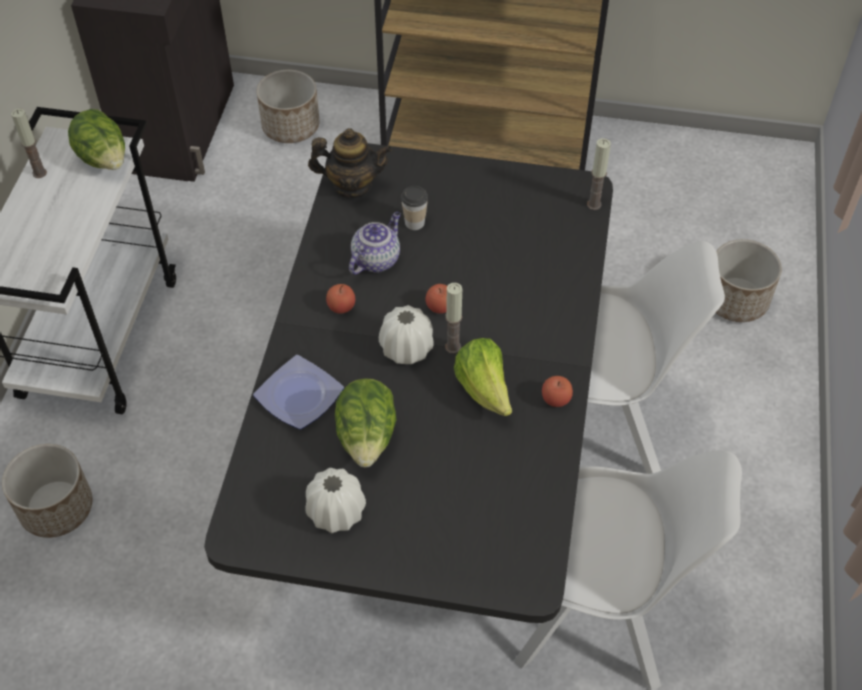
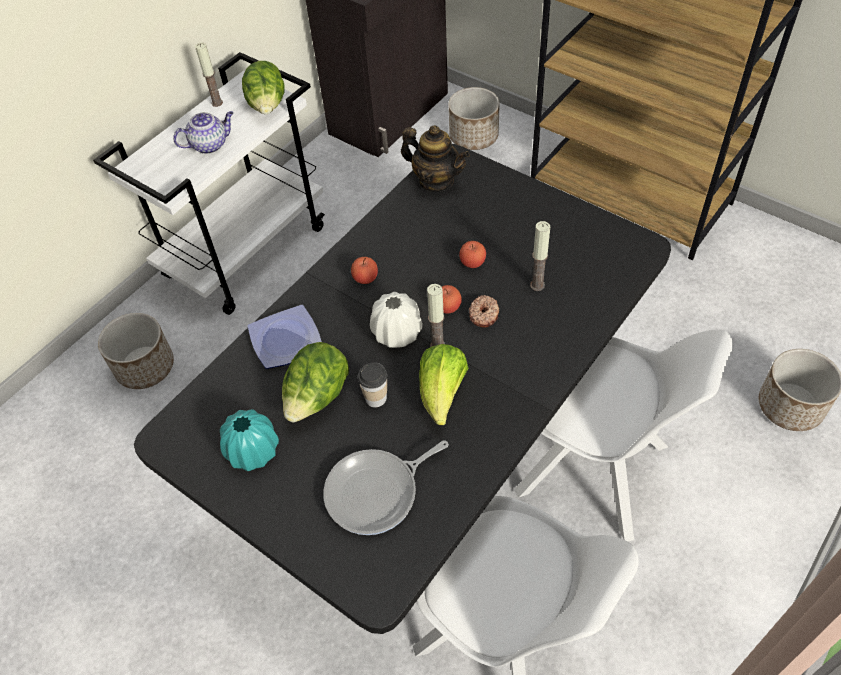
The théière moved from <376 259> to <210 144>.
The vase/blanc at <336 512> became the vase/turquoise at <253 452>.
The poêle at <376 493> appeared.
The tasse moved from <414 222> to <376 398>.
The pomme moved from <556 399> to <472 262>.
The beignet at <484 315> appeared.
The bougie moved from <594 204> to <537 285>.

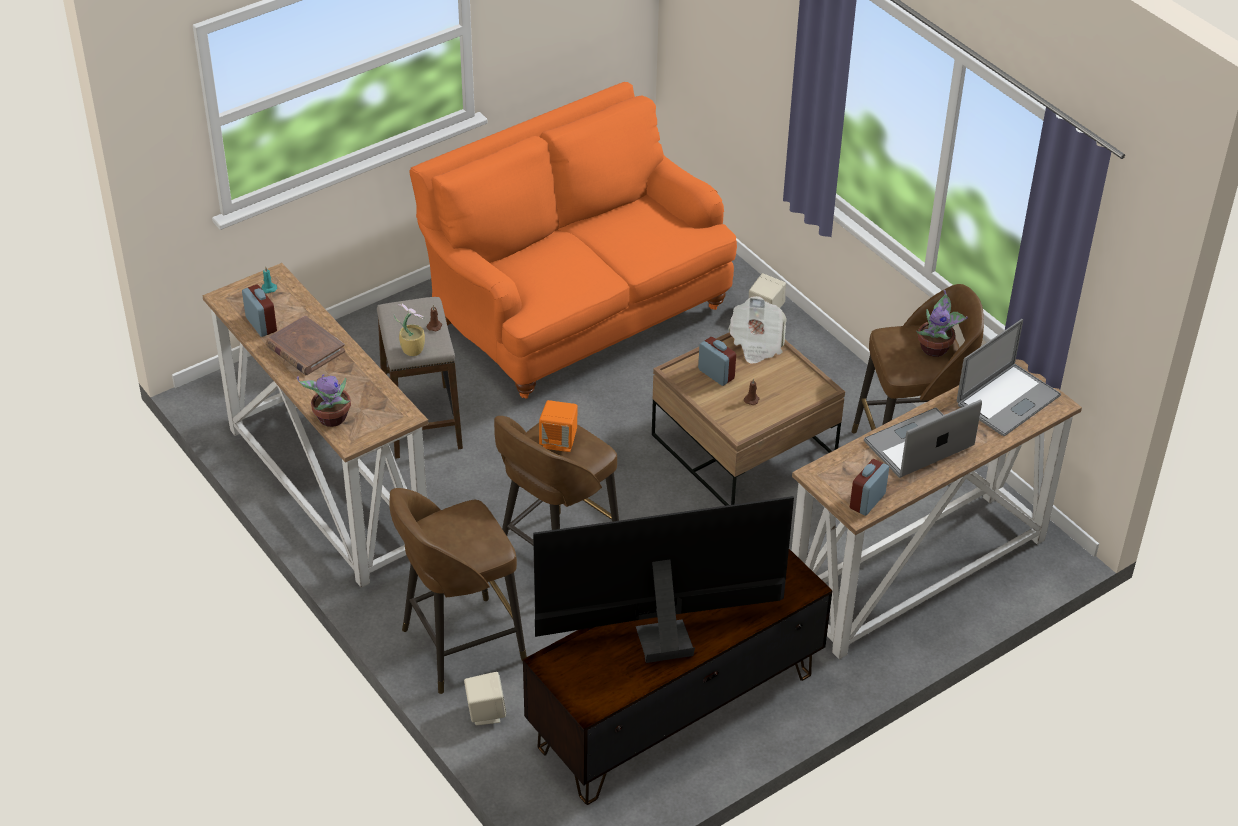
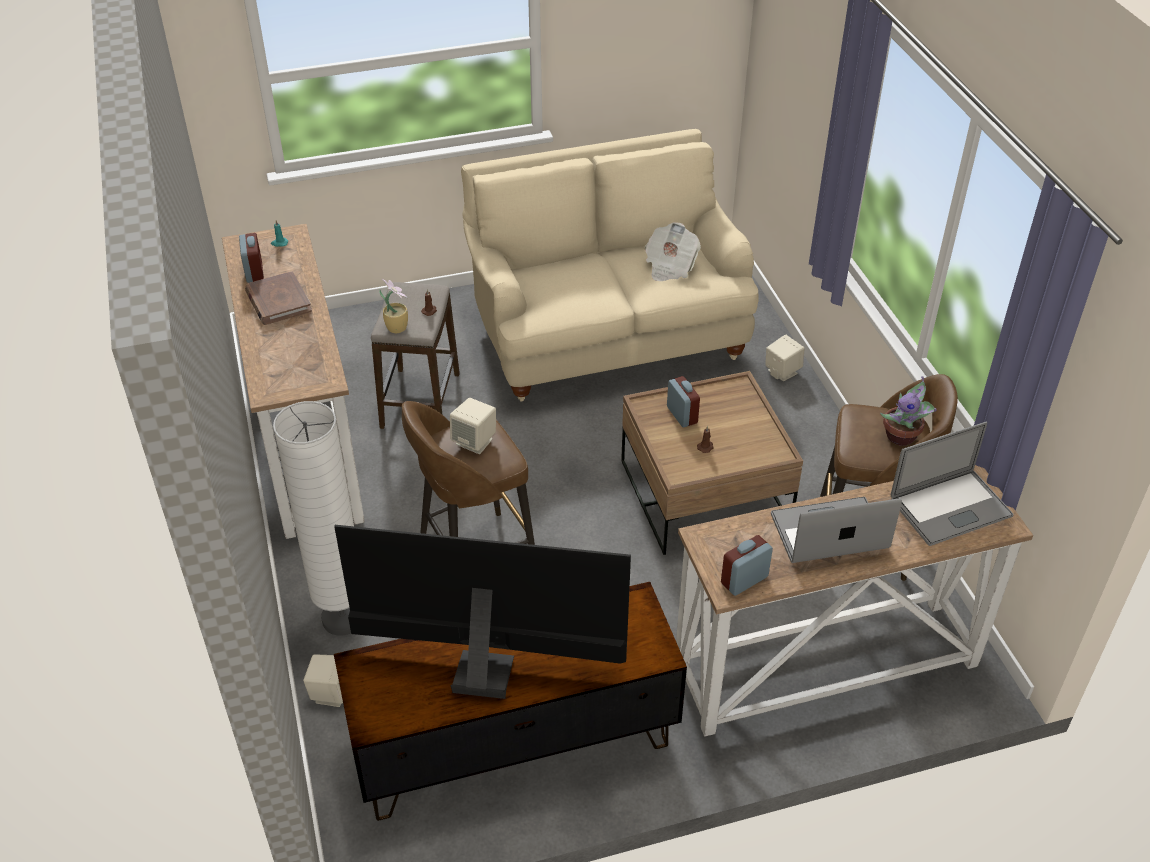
The tabouret/marron at <459 646> was replaced by the lampadaire/blanc at <342 619>.
The enceinte/orange at <559 441> became the enceinte/beige at <475 441>.
The canapé/orange at <576 311> became the canapé/beige at <606 334>.
The journal moved from <756 343> to <670 266>.
The plante en pot at <331 419> disappeared.

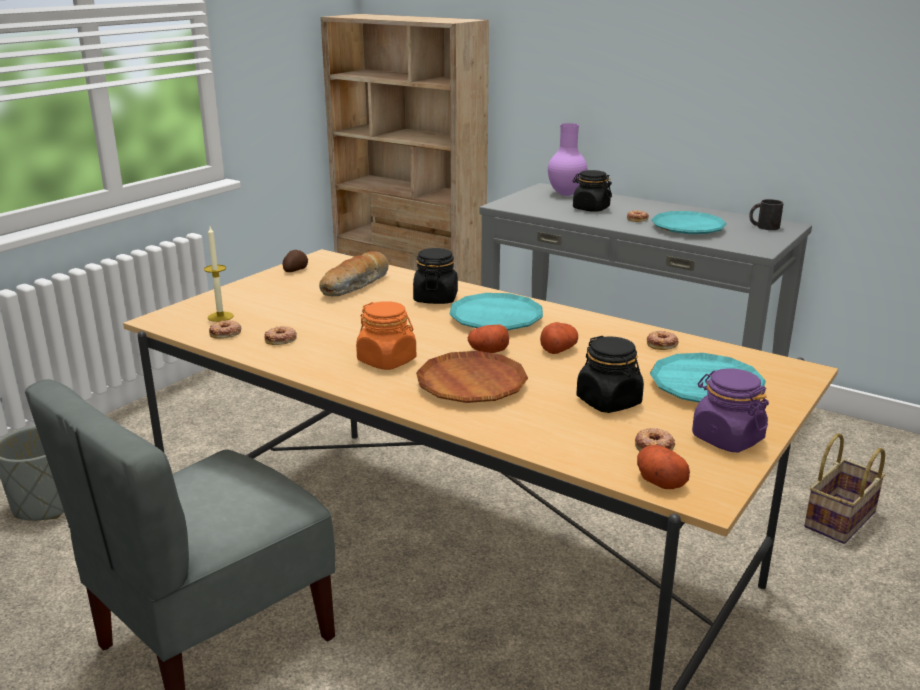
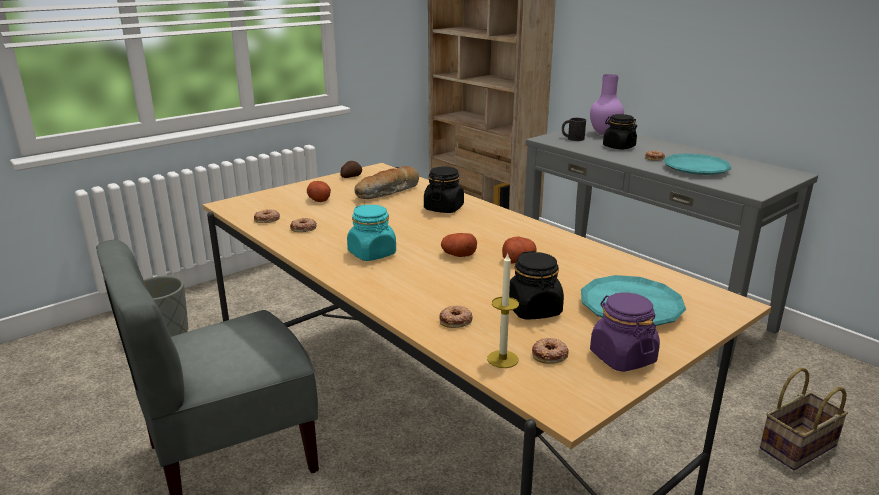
The pomme de terre moved from <659 481> to <319 199>.
The bocal/orange at <387 361> became the bocal/turquoise at <372 254>.
The beignet moved from <662 344> to <456 320>.
The bougie moved from <220 316> to <502 359>.
The mug/noir moved from <763 227> to <572 138>.
The assiette/marron at <471 384> disappeared.
The assiette/turquoise at <496 319> disappeared.

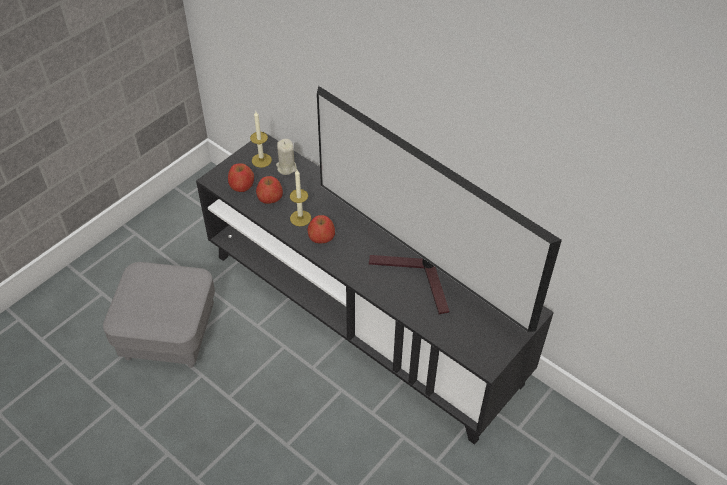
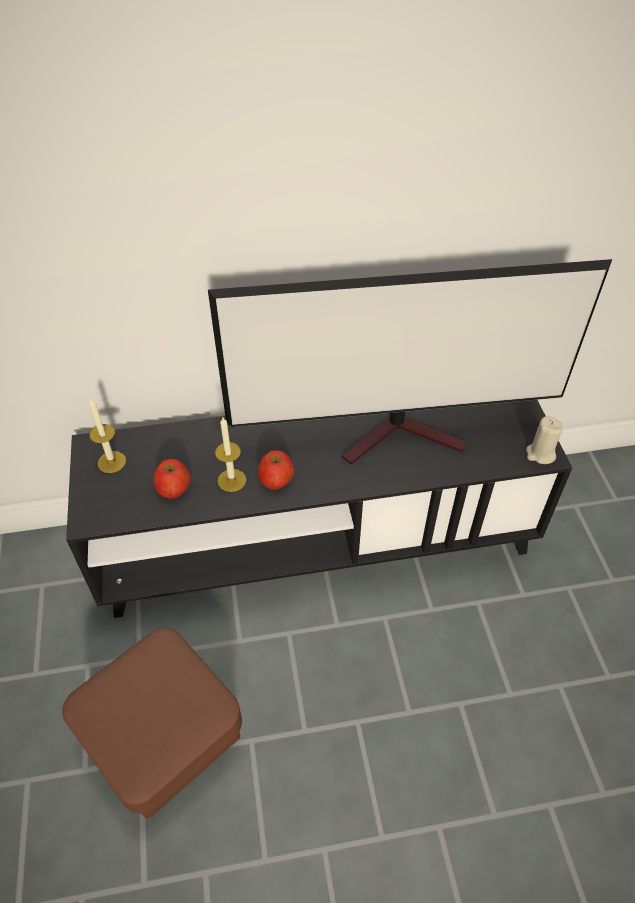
The pouf/gris at <169 335> became the pouf/marron at <165 740>.
The bougie/beige moved from <286 167> to <540 454>.
The pomme at <241 185> disappeared.

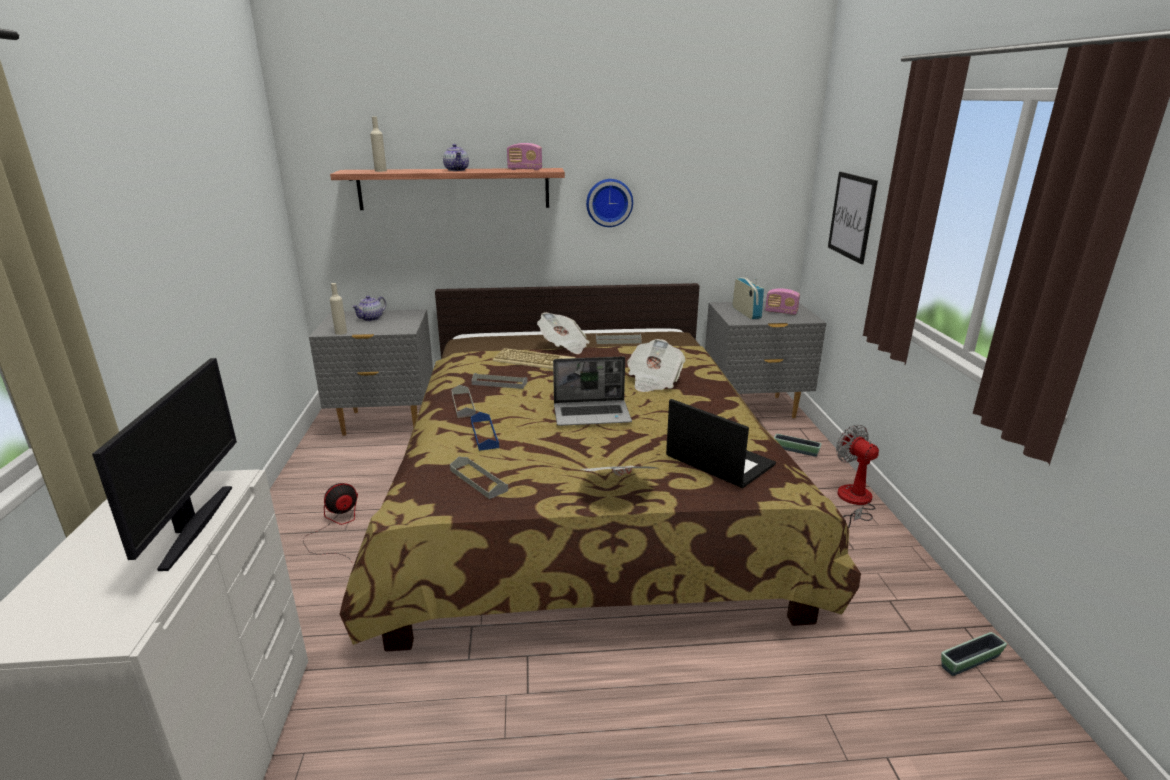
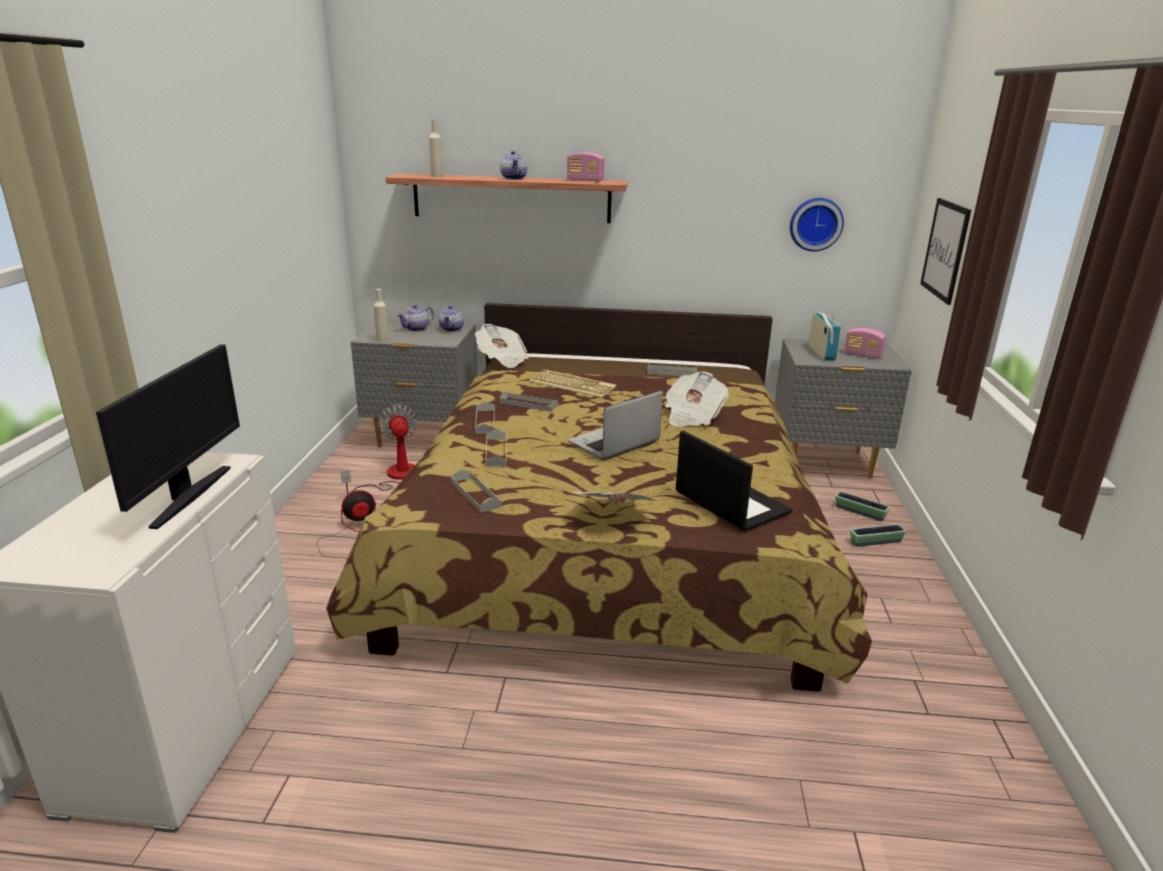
The ventilateur moved from <853 502> to <393 477>.
The théière at <452 329> appeared.
The journal moved from <564 346> to <502 360>.
The plateau/bleu at <484 434> became the plateau/gris at <496 452>.
The ordinateur portable at <592 414> turned 135 degrees clockwise.
The horloge murale moved from <609 202> to <815 224>.
The cache-pot moved from <970 661> to <875 542>.

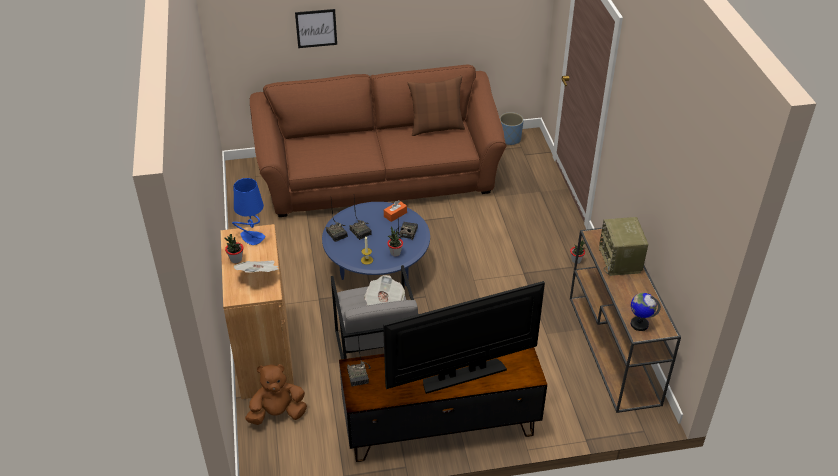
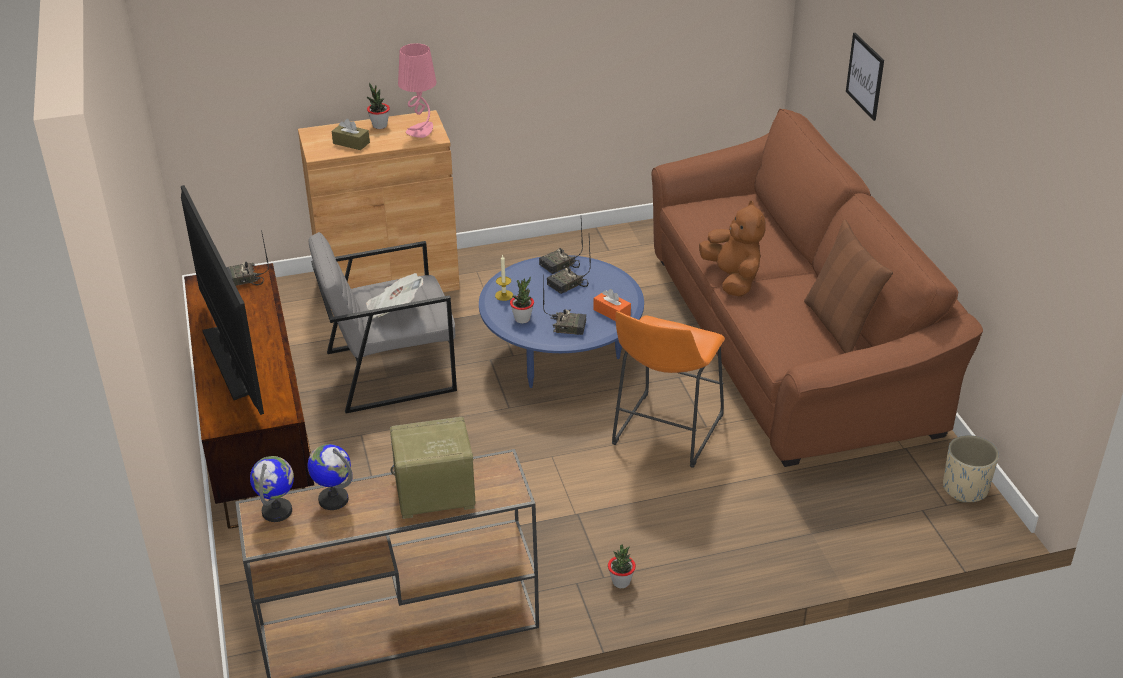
The globe at <333 499> appeared.
The journal at <259 274> was replaced by the boîte à mouchoirs/marron at <351 143>.
The lampe de table/bleu at <252 238> became the lampe de table/rose at <420 130>.
The tabouret/orange at <664 433> appeared.
The peluche/marron moved from <277 413> to <733 279>.
The cache-pot/bleu at <509 139> became the cache-pot/beige at <965 488>.

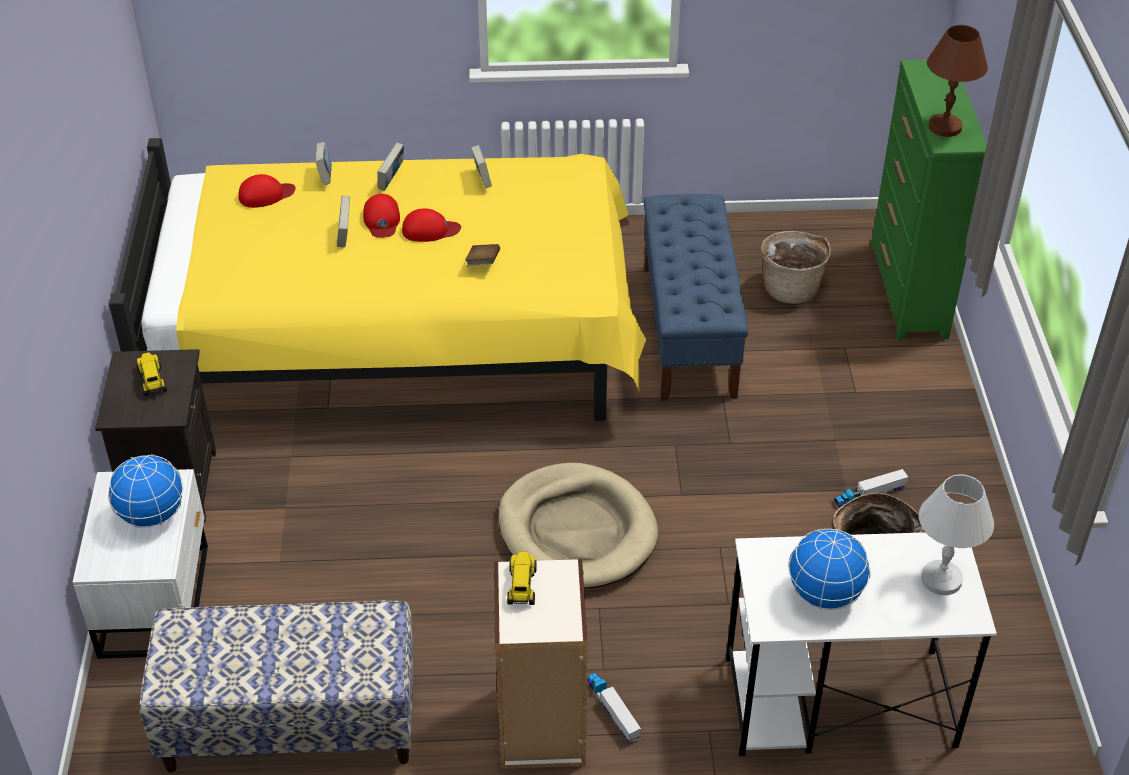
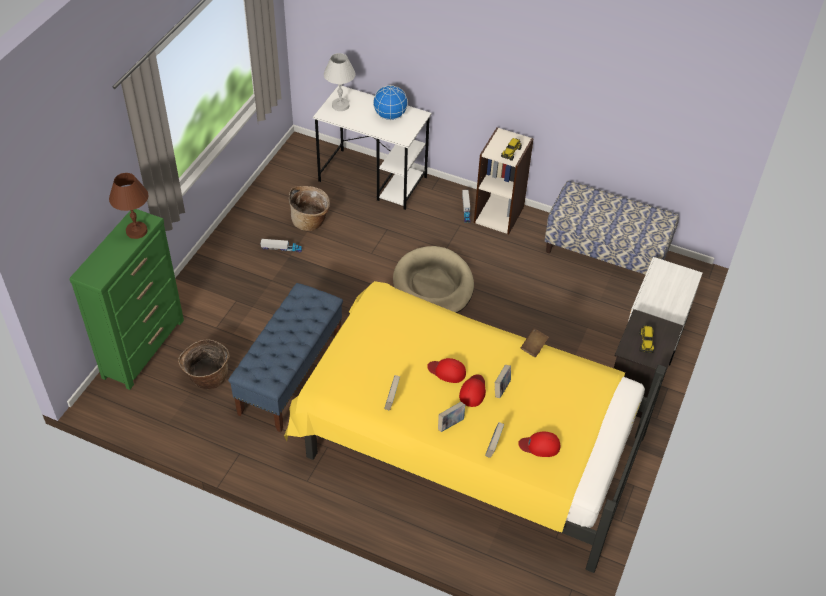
The livre/marron moved from <483 263> to <534 347>.
The globe at <151 515> disappeared.

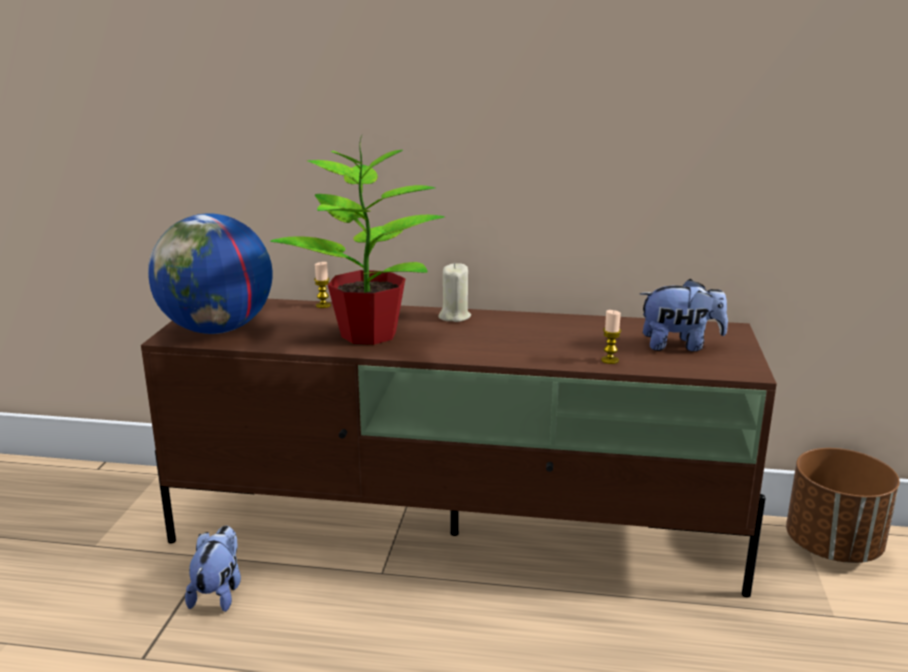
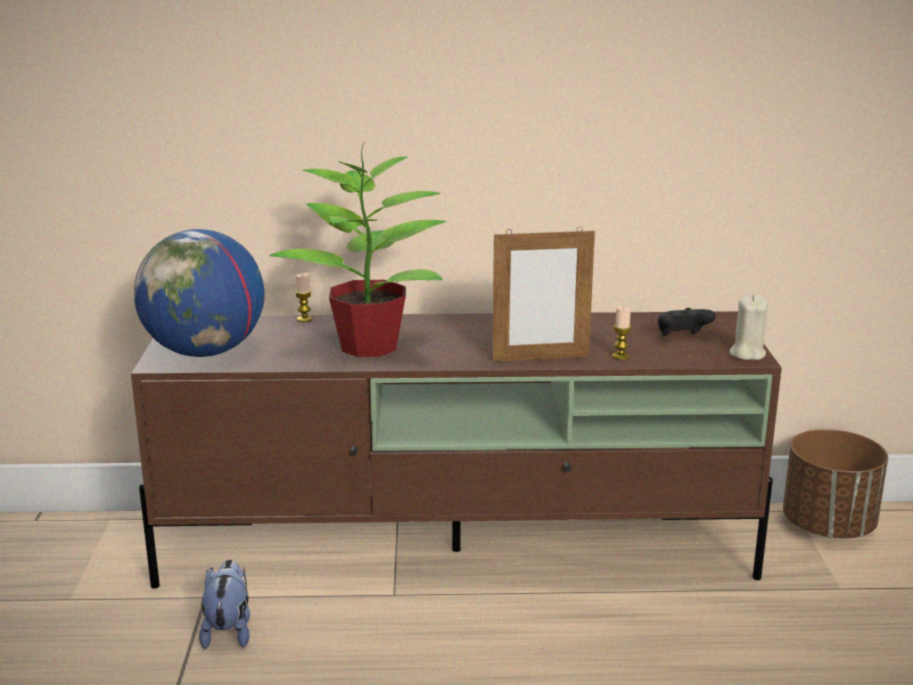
The cadre photo at <540 358> appeared.
The peluche at <680 345> was replaced by the manette/noir at <682 337>.
The bougie/beige moved from <454 316> to <747 354>.

